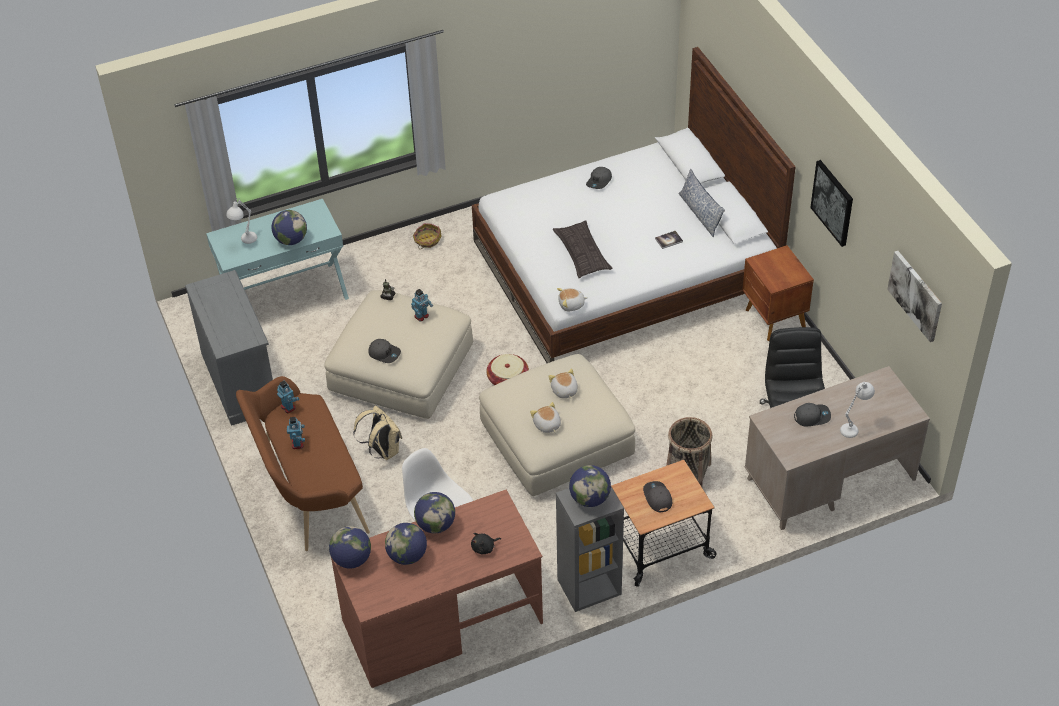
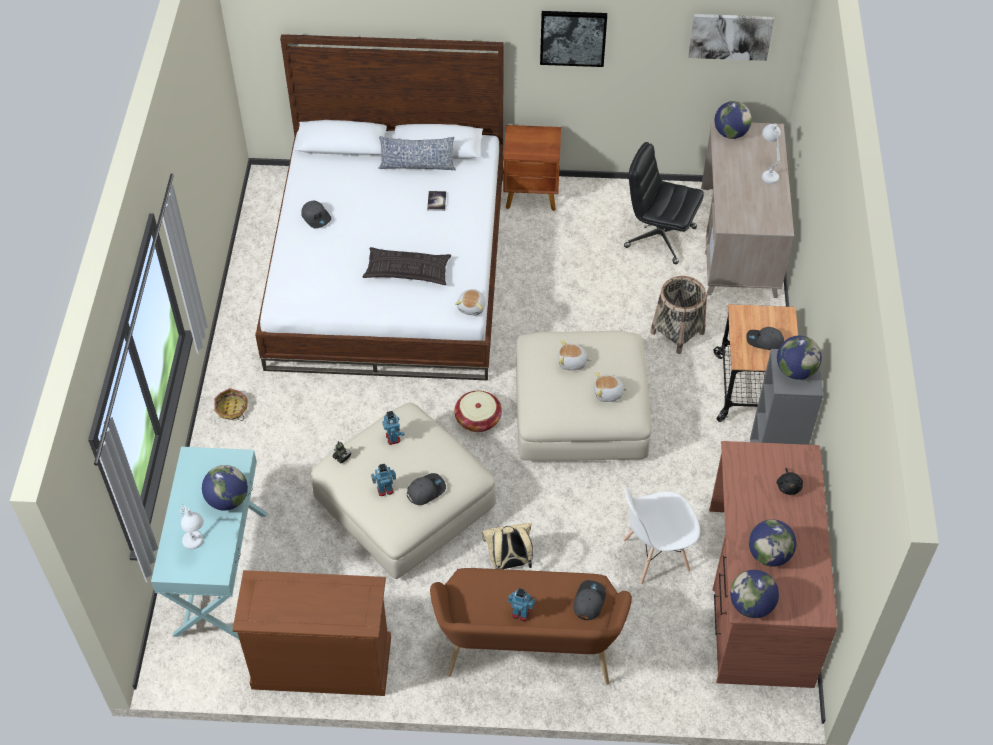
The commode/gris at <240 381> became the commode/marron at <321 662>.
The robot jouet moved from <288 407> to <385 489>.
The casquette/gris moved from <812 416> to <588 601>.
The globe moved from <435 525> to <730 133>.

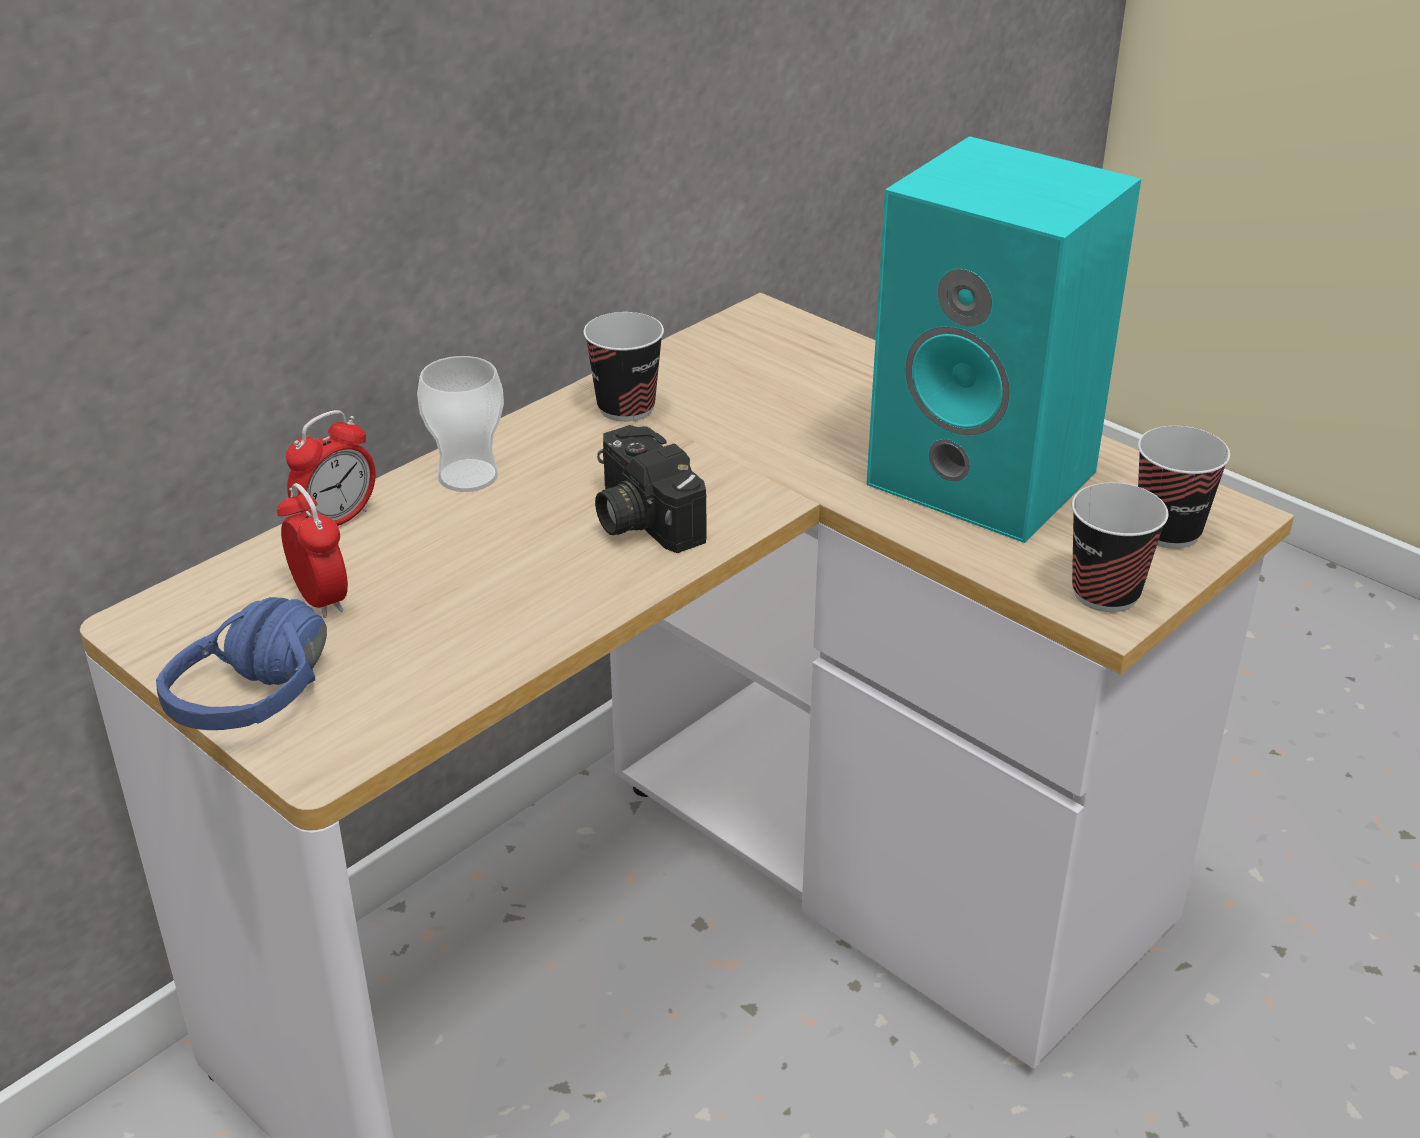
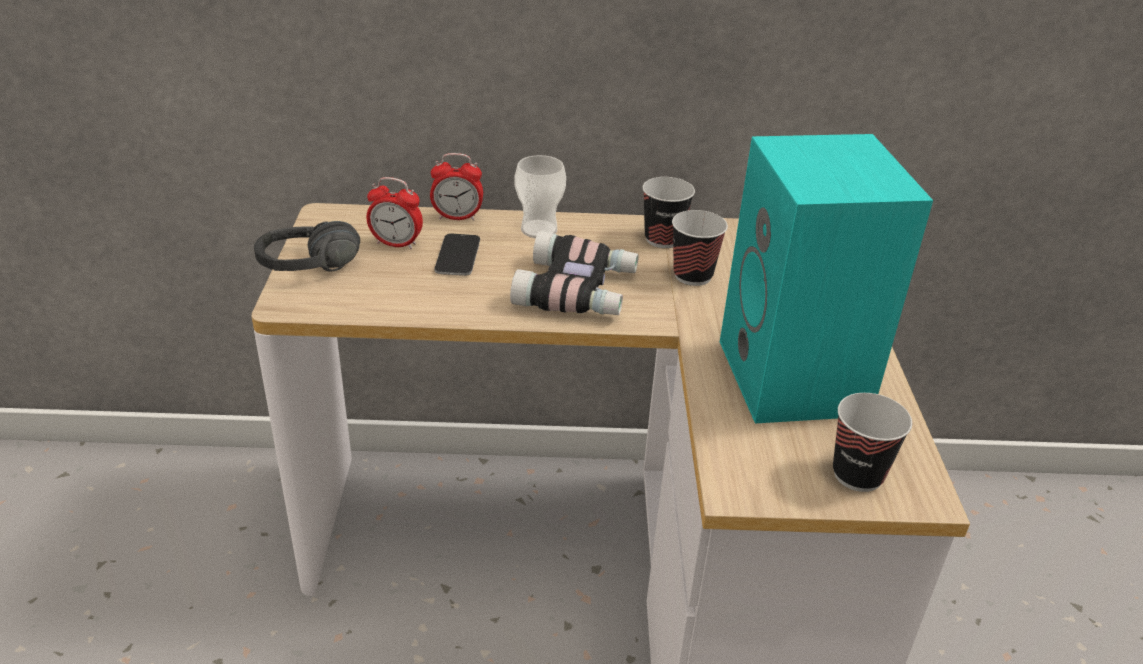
The casque audio/bleu at <277 704> became the casque audio/noir at <312 273>.
The réveil at <320 598> turned 90 degrees clockwise.
The téléphone at <458 256> appeared.
The appareil photo at <638 518> was replaced by the jumelles at <578 290>.
The tasse moved from <1105 593> to <692 275>.

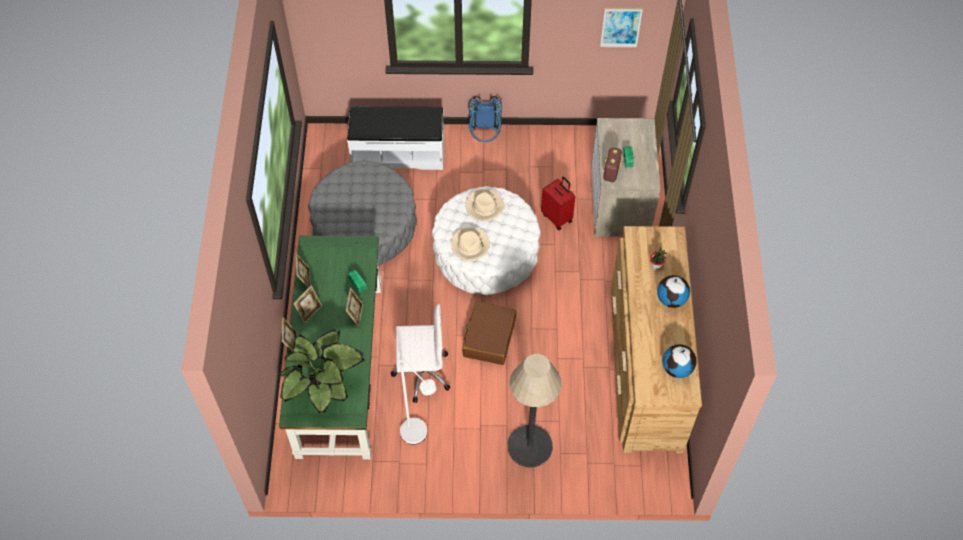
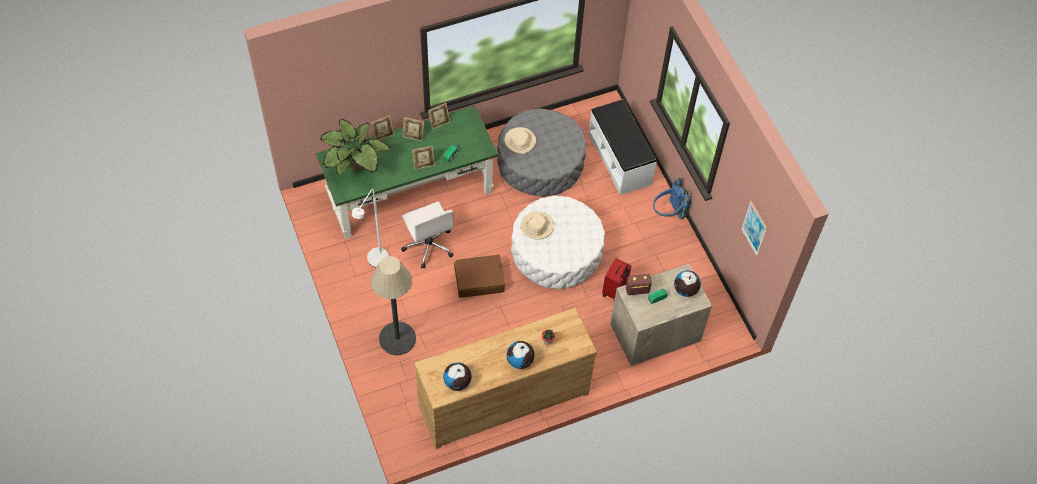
The chapeau/beige moved from <484 206> to <520 141>.
The globe at <685 290> appeared.

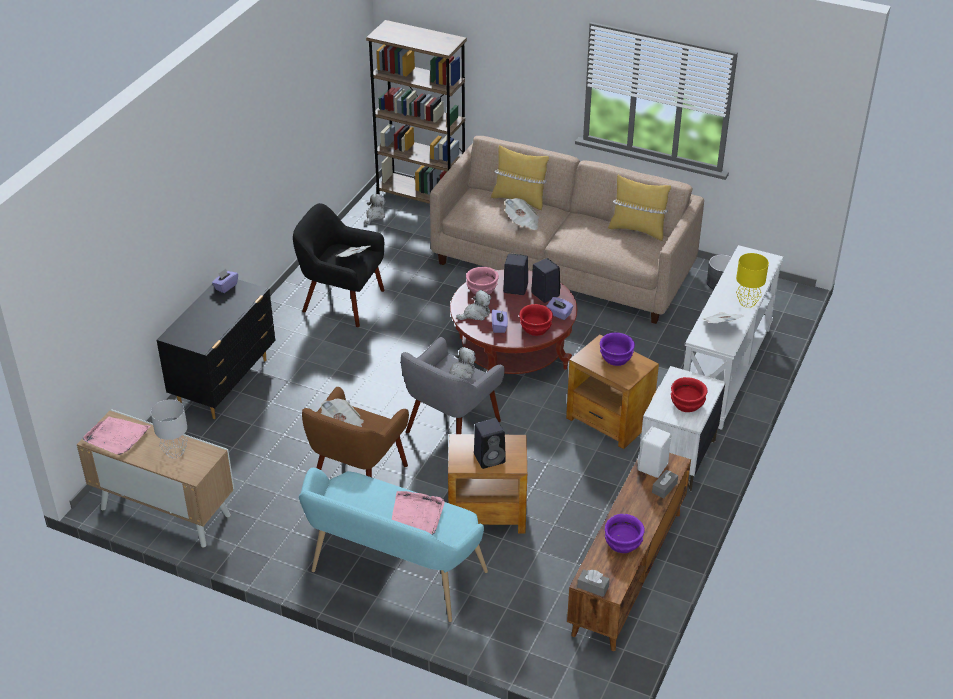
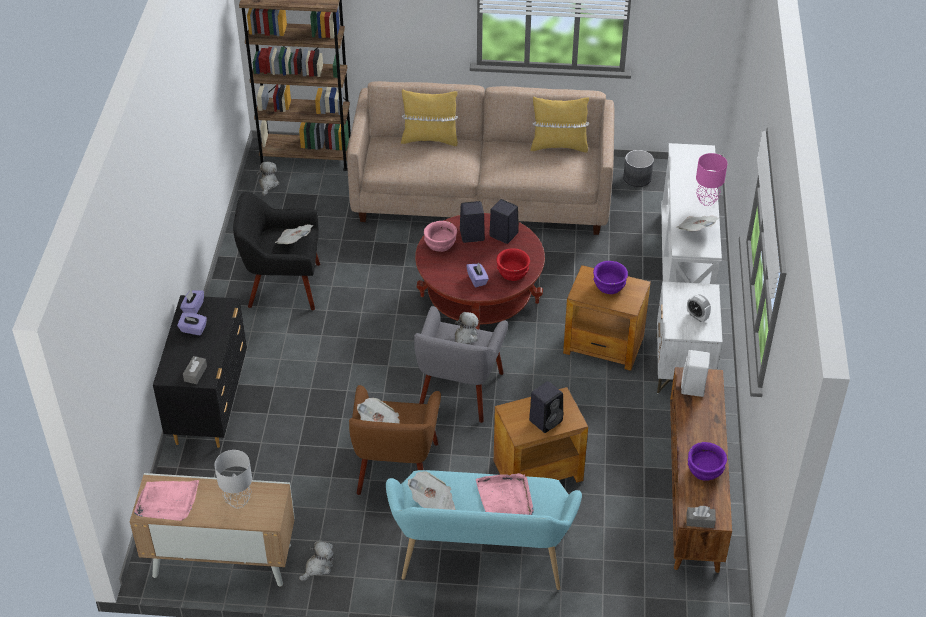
The boîte à mouchoirs/violet moved from <559 314> to <193 330>.
The boîte à mouchoirs/gris moved from <664 488> to <195 374>.
The peluche moved from <476 314> to <318 566>.
The journal moved from <522 222> to <432 501>.
The bol/rouge at <687 404> was replaced by the réveil at <697 316>.
The lampe de table/jaune at <747 302> became the lampe de table/rose at <706 201>.

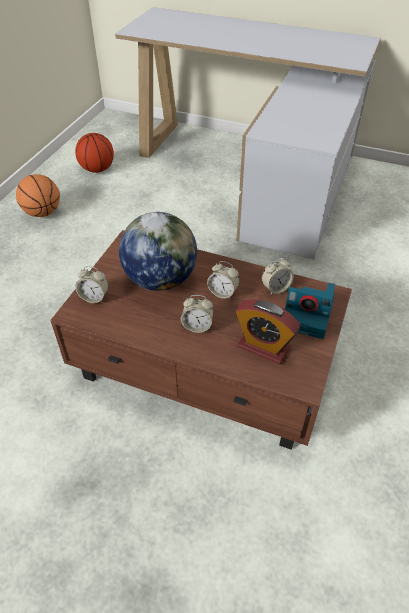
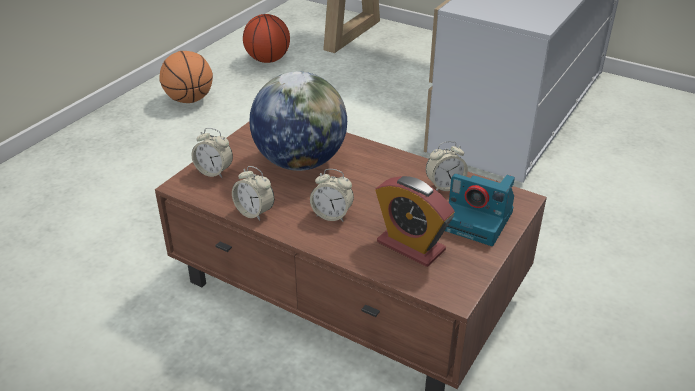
The réveil moved from <223 293> to <254 212>.

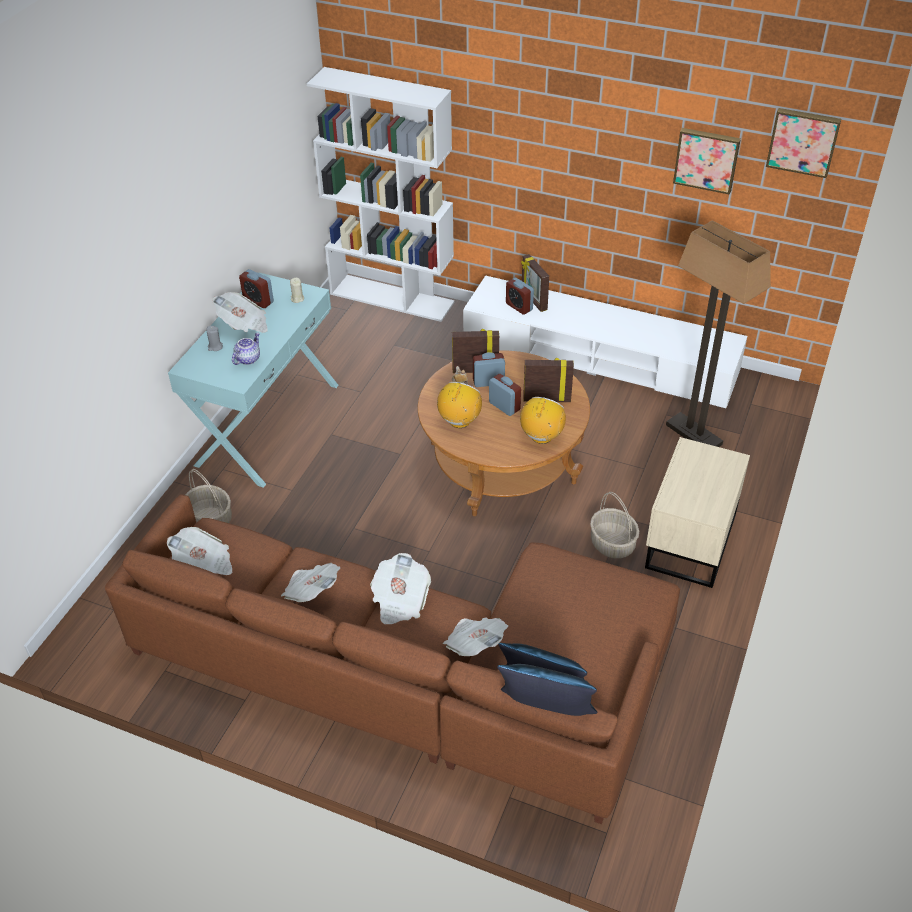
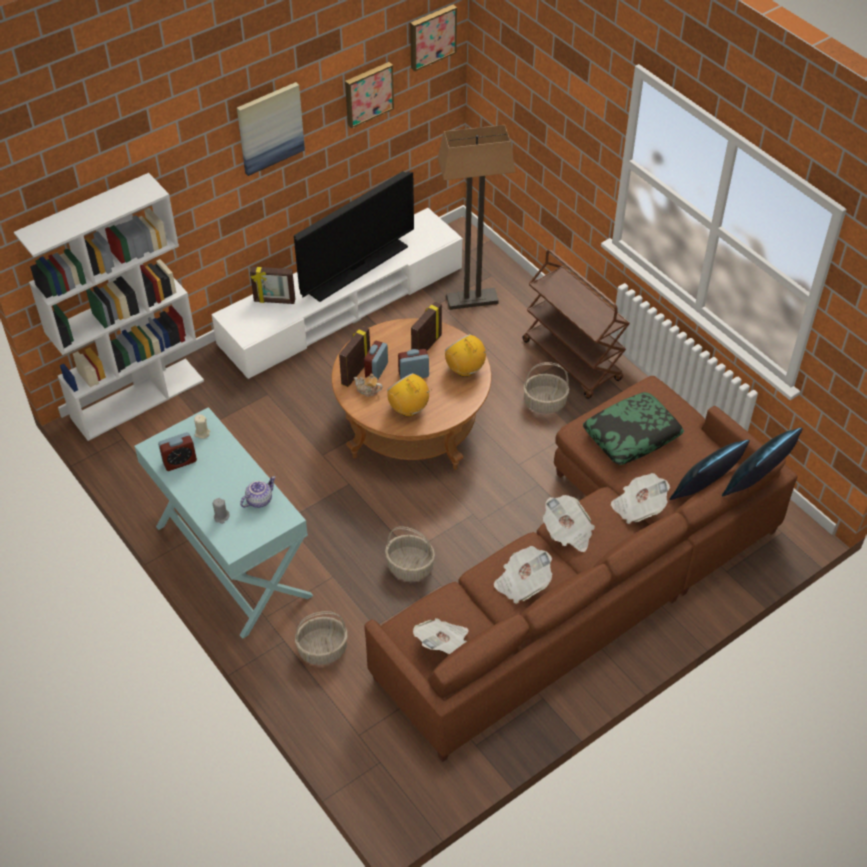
The tableau at <270 128> appeared.
The théière at <247 359> turned 75 degrees clockwise.
The téléviseur at <357 269> appeared.
The panier at <410 566> appeared.
The table de chevet/beige at <688 541> was replaced by the chariot/marron at <572 361>.
The coussin at <631 435> appeared.
The journal at <244 324> disappeared.
The réveil at <519 307> disappeared.

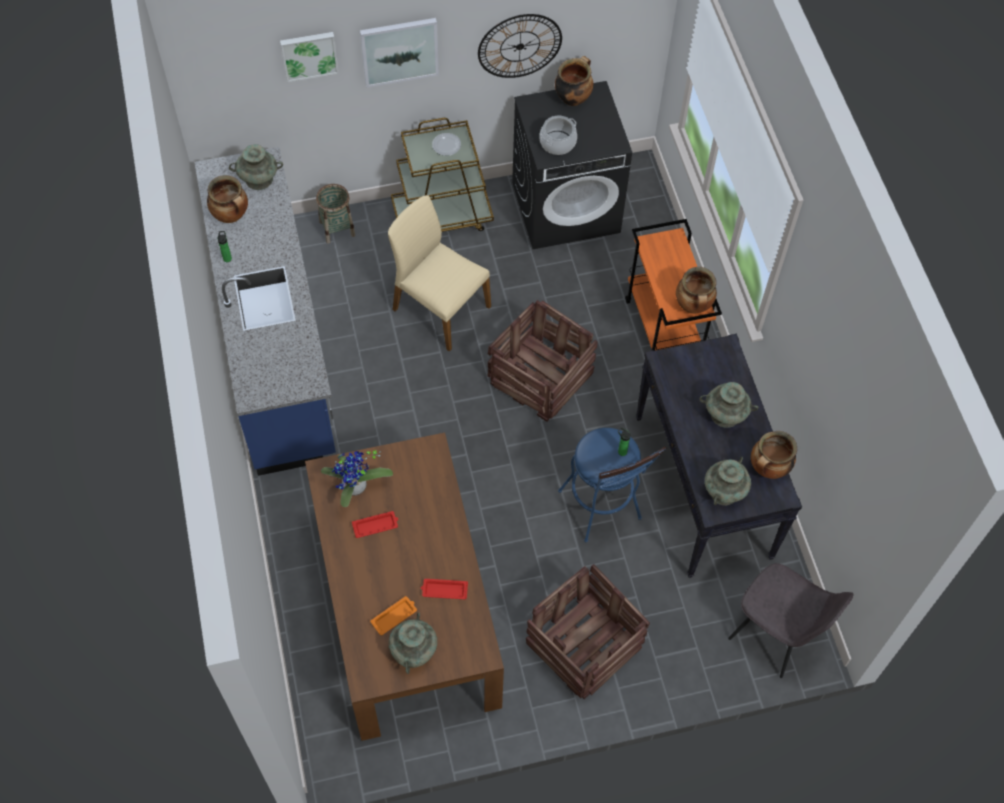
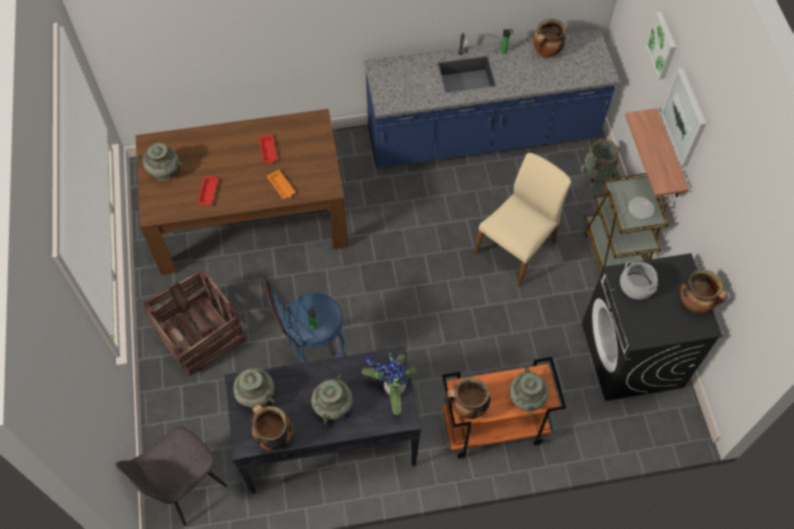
The plateau/orange moved from <394 616> to <281 186>.
The plante en pot moved from <355 489> to <391 388>.
The vase/turquoise moved from <258 179> to <526 398>.
The étagère at <669 157> appeared.
The horloge murale at <520 46> disappeared.
The caisse at <541 378> disappeared.

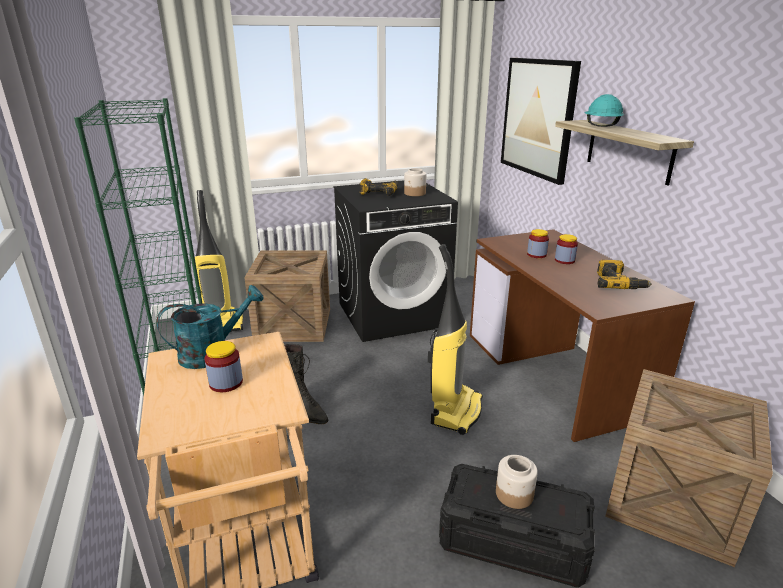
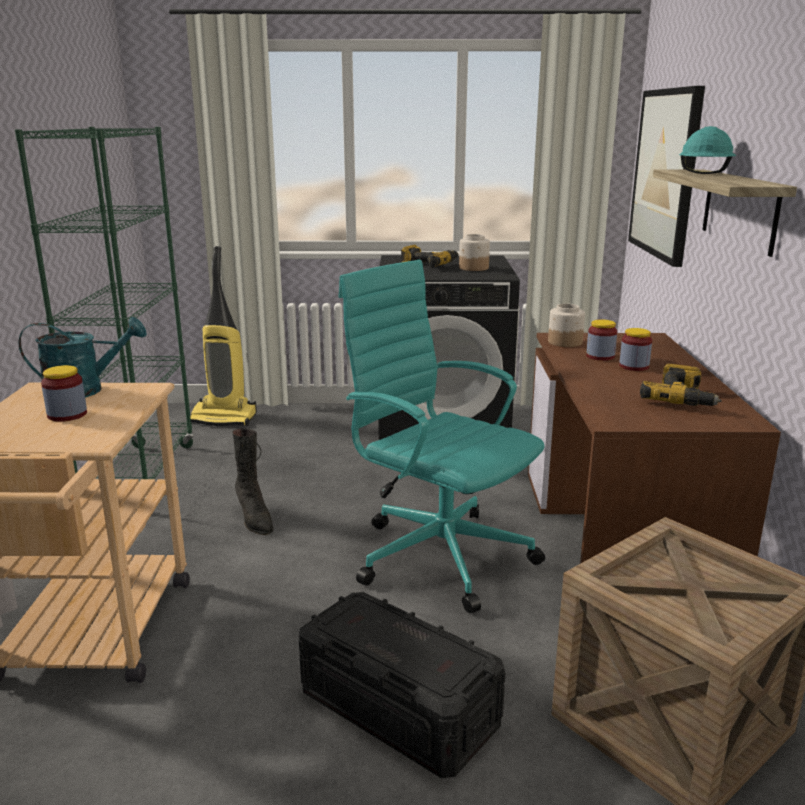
The aspirateur at <455 411> was replaced by the chaise de bureau/turquoise at <439 554>.
The bocal moved from <514 494> to <564 342>.
The caisse at <293 324> disappeared.

